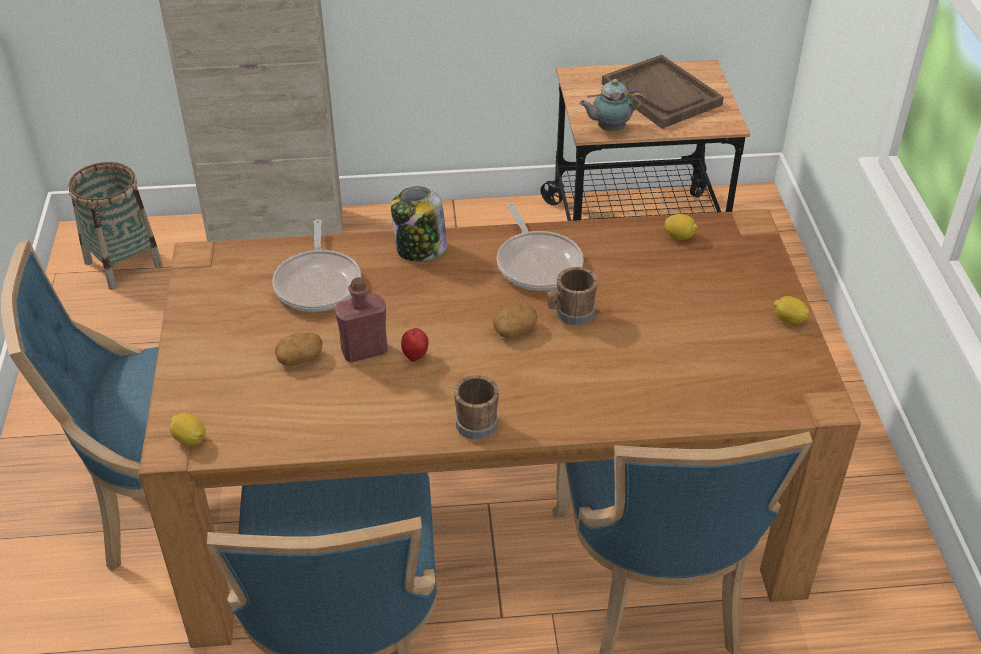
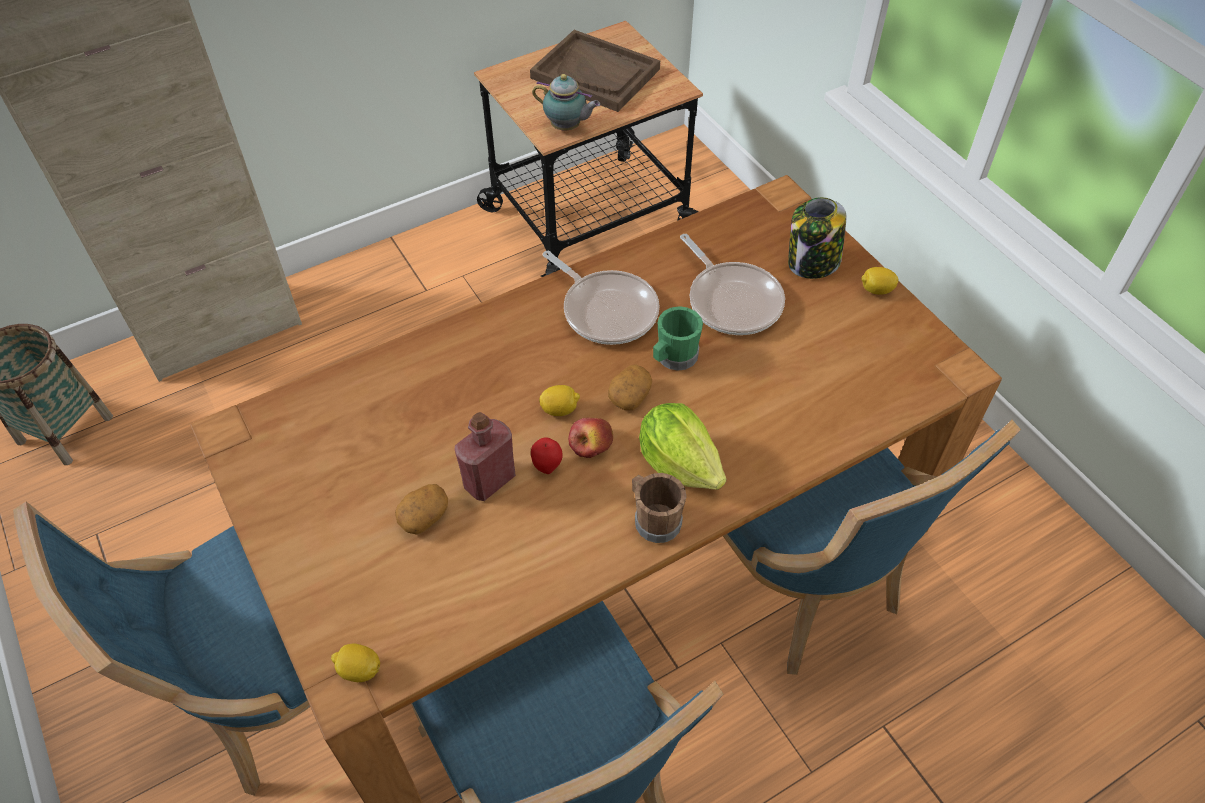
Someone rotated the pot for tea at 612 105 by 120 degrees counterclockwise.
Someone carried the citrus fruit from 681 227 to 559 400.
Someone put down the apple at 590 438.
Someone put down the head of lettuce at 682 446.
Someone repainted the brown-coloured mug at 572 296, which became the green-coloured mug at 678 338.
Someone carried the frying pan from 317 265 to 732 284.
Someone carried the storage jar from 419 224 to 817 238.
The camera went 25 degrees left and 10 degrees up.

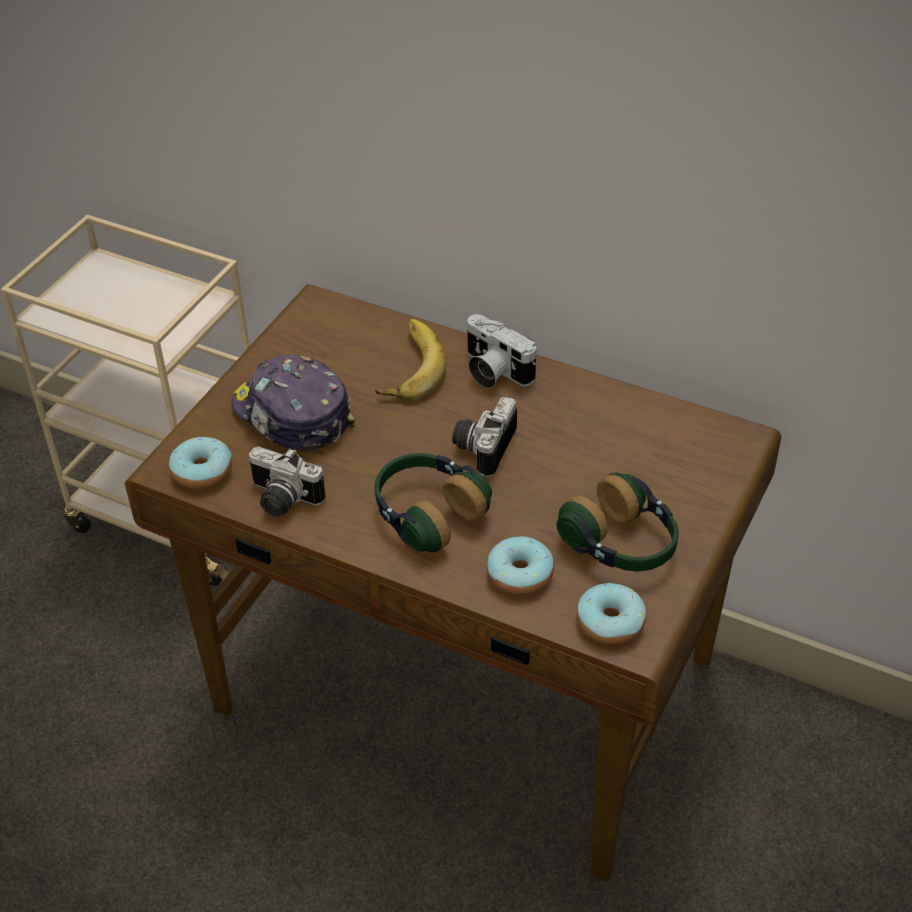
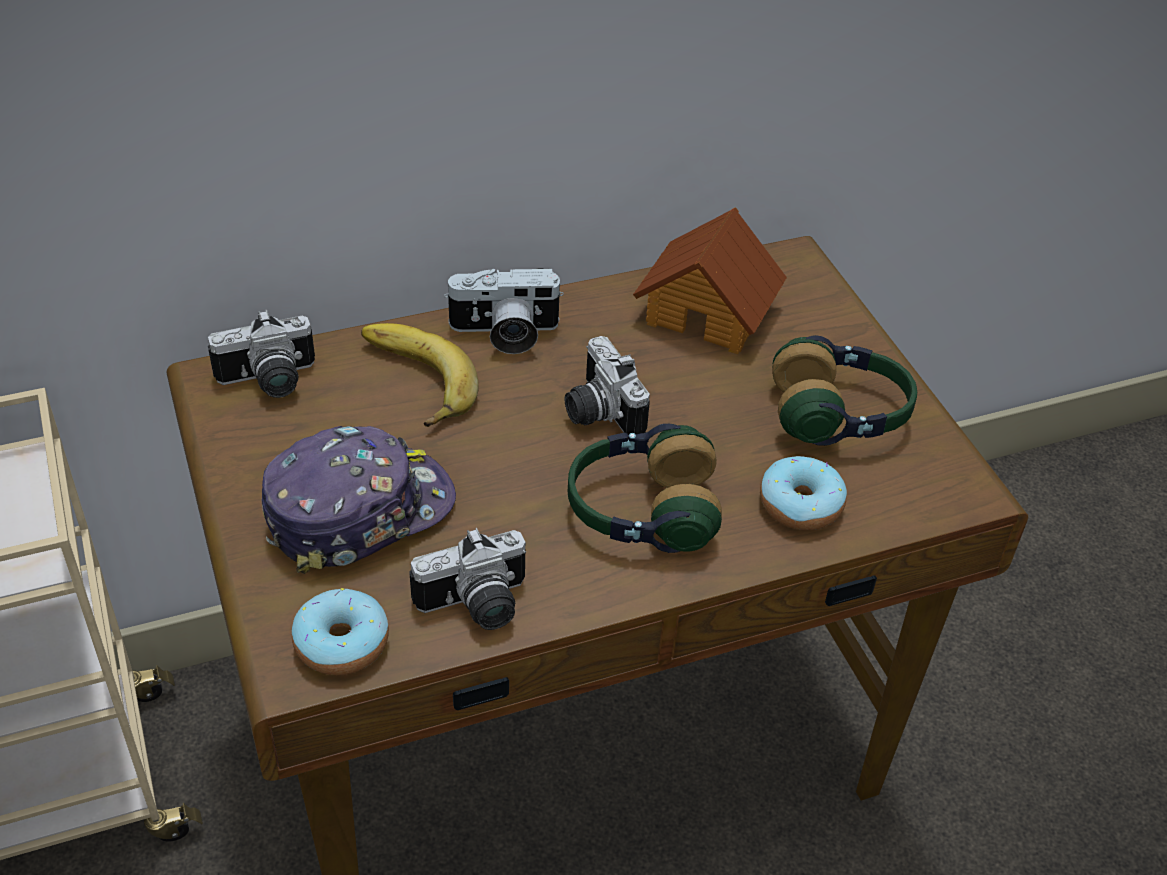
Someone put down the still camera at 261 354.
Someone rotated the baseball cap at 293 402 by 150 degrees clockwise.
Someone put down the model house at 710 280.
Someone took away the donut at 611 614.
The camera went 50 degrees left and 0 degrees up.

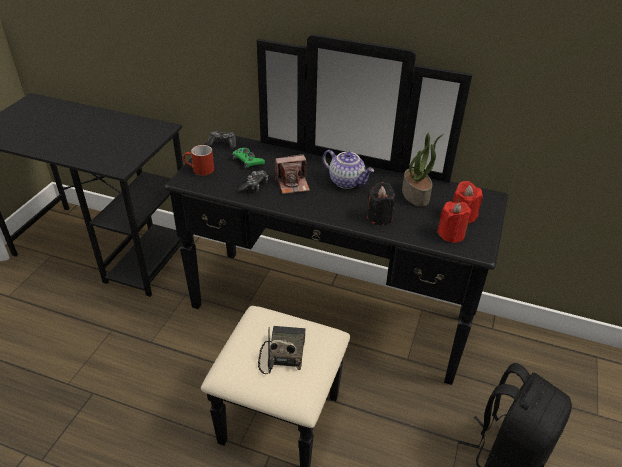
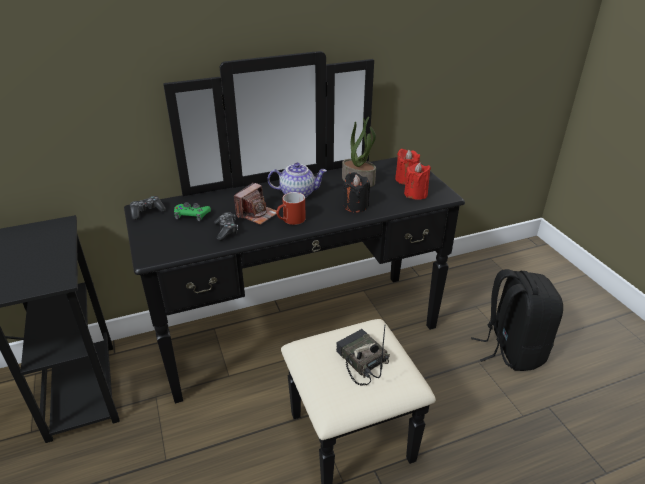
Someone carried the red-coloured mug from 198 160 to 291 208.
The camera went 40 degrees left and 5 degrees down.

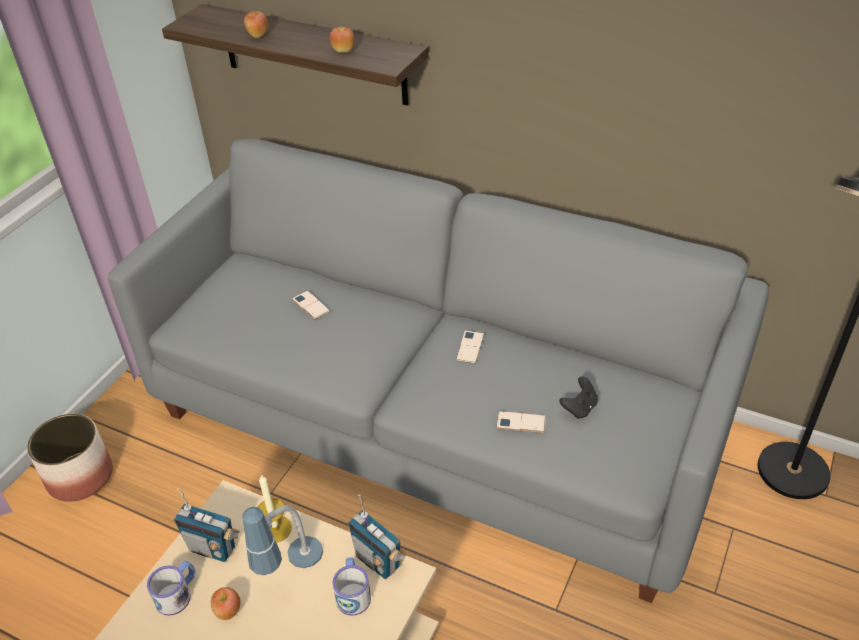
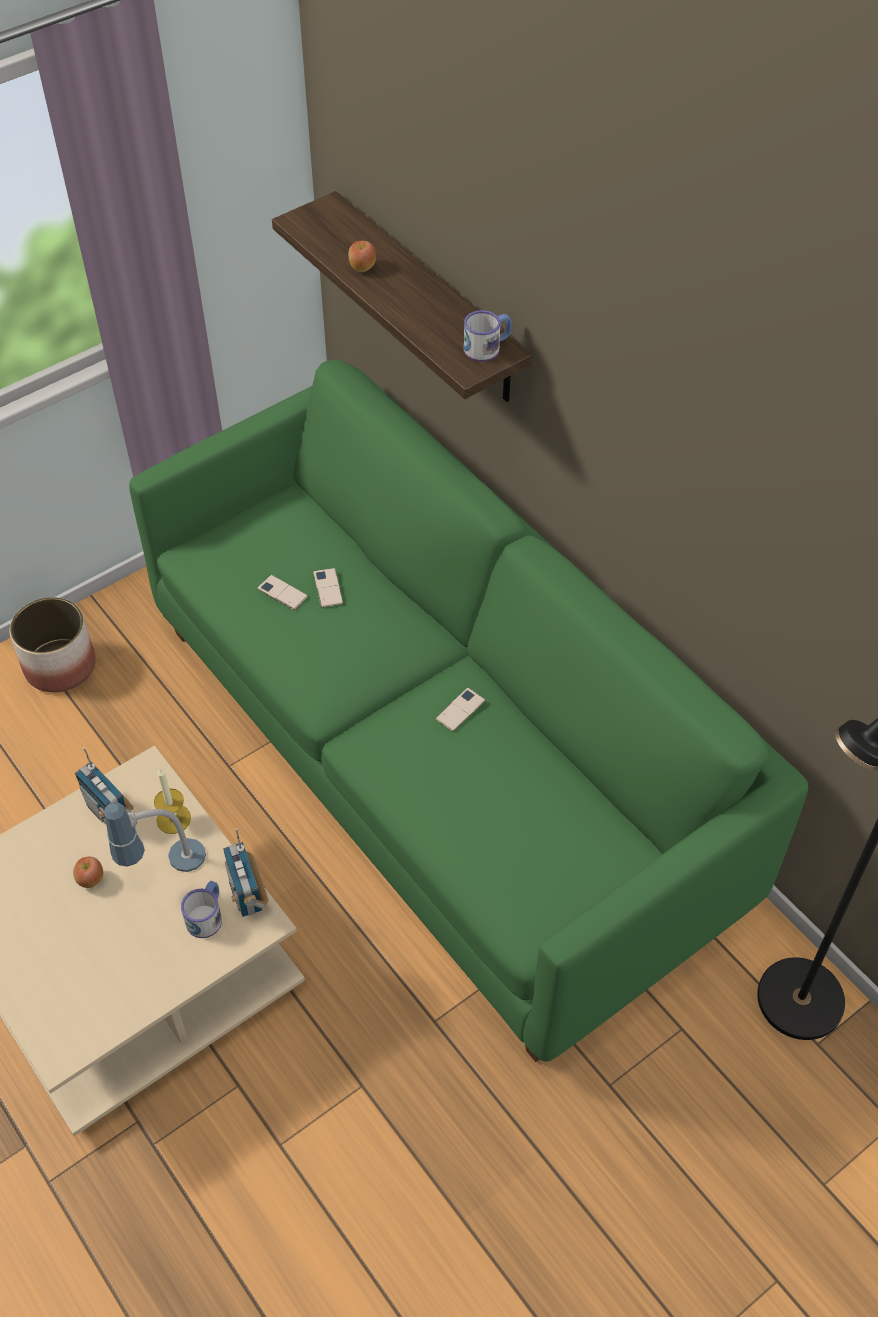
Someone repainted the gray couch at 438 370, which became the green-coloured couch at 468 711.
Someone carried the telephone from 521 422 to 282 592.
Someone carried the mug from 171 588 to 488 336.
Someone took away the apple at 342 40.
Someone took away the blackish game controller at 578 397.
The camera went 25 degrees right and 10 degrees up.

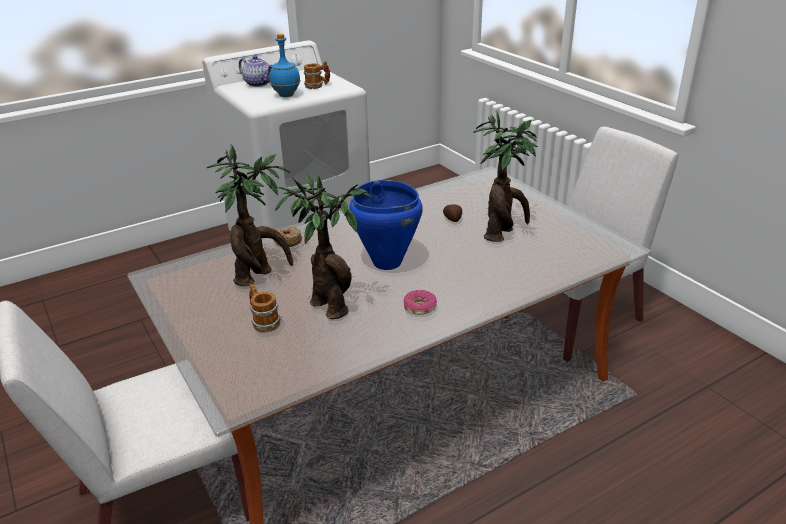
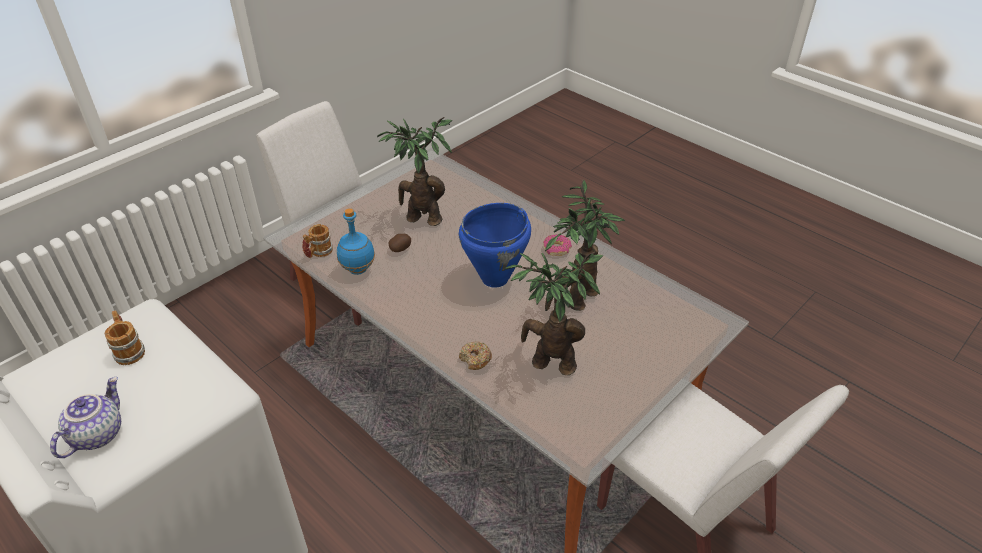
Someone carried the mug from 265 308 to 317 241.
Someone carried the blue-coloured drink bottle from 285 65 to 356 241.
The camera went 105 degrees left and 10 degrees up.

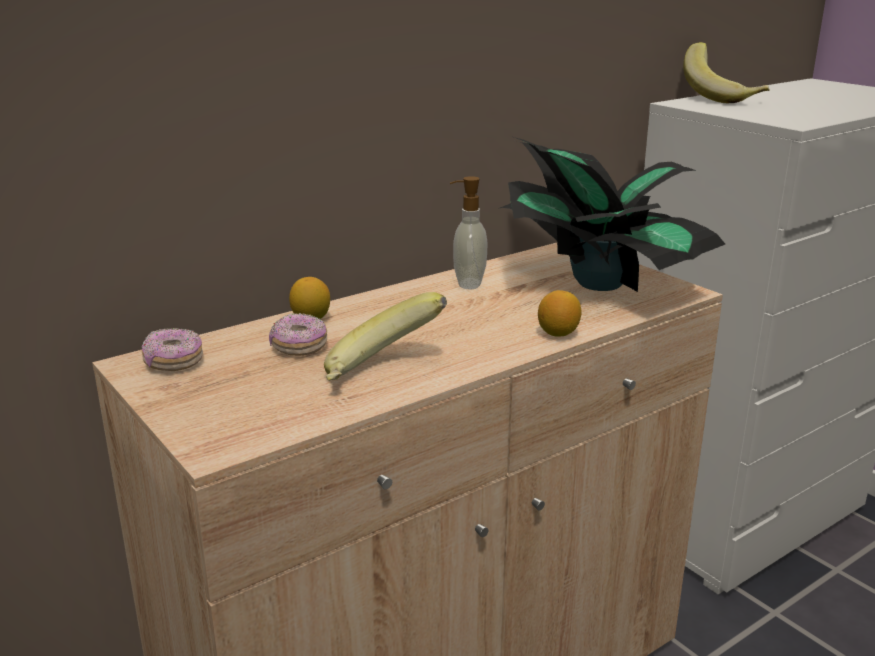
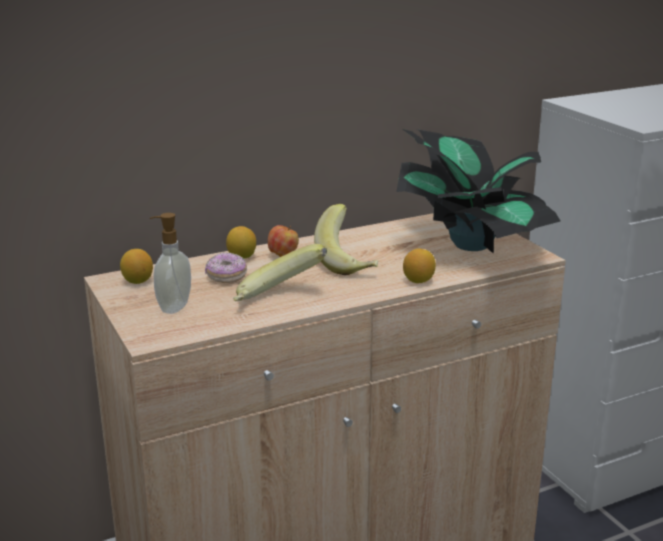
Someone swapped the donut at 172 349 for the citrus fruit at 136 266.
Someone carried the liquid soap bottle from 468 232 to 170 263.
Someone put down the apple at 283 241.
Someone carried the banana fruit from 726 72 to 346 239.
The camera went 10 degrees right and 0 degrees up.

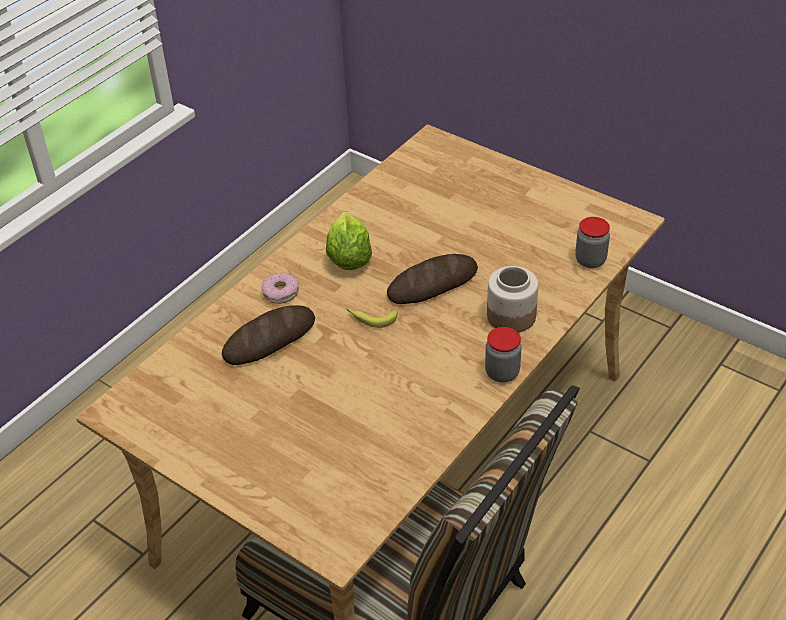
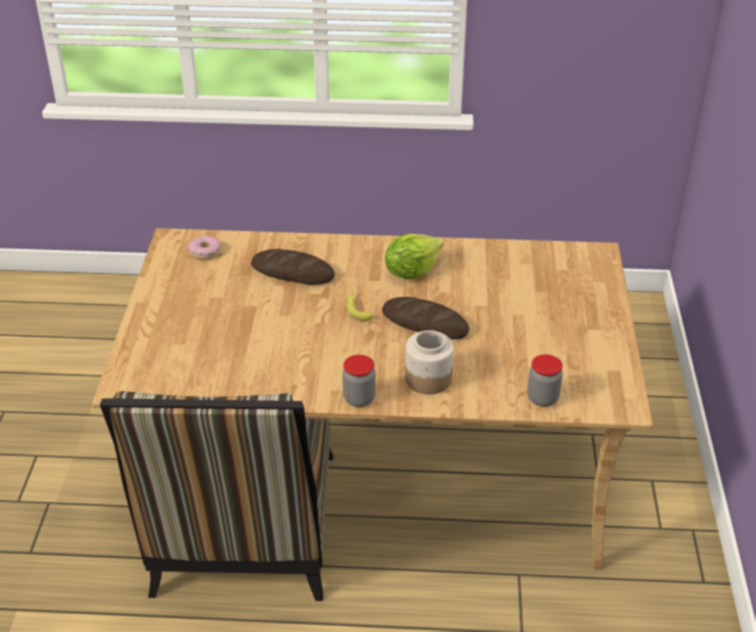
Someone carried the donut from 280 288 to 204 247.
The camera went 55 degrees right and 5 degrees down.

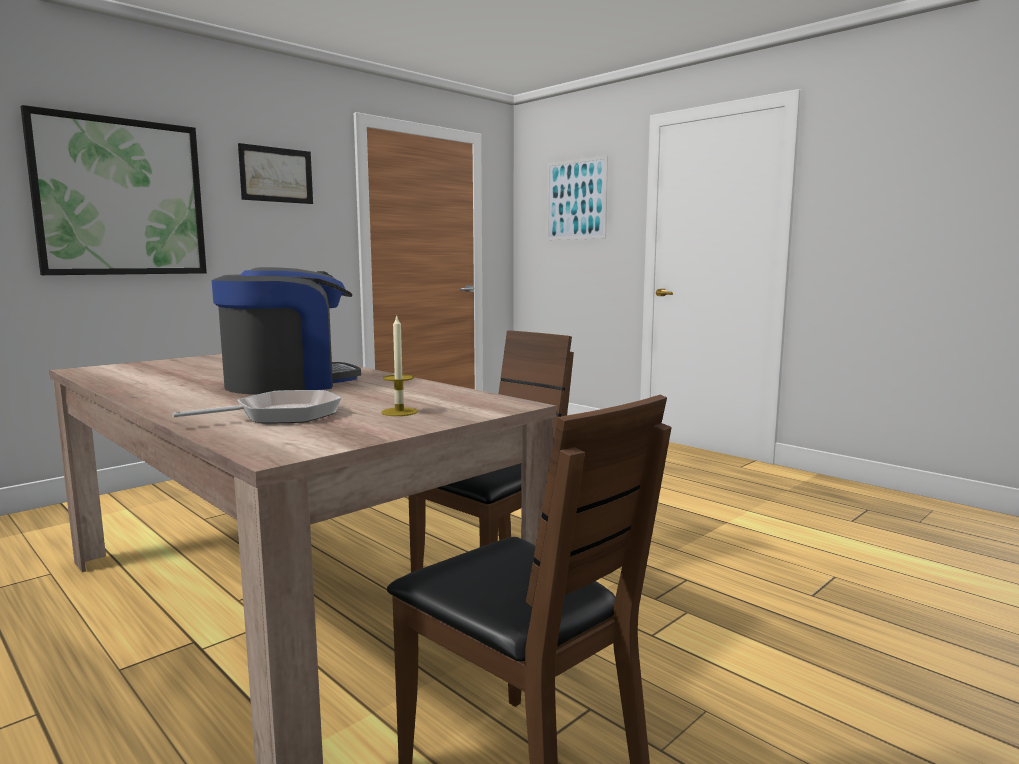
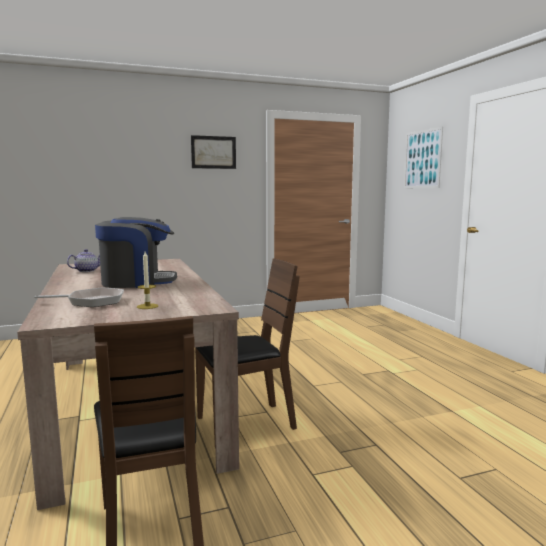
Someone put down the pot for tea at 83 260.
Someone took away the picture at 113 190.
The camera went 25 degrees right and 0 degrees up.

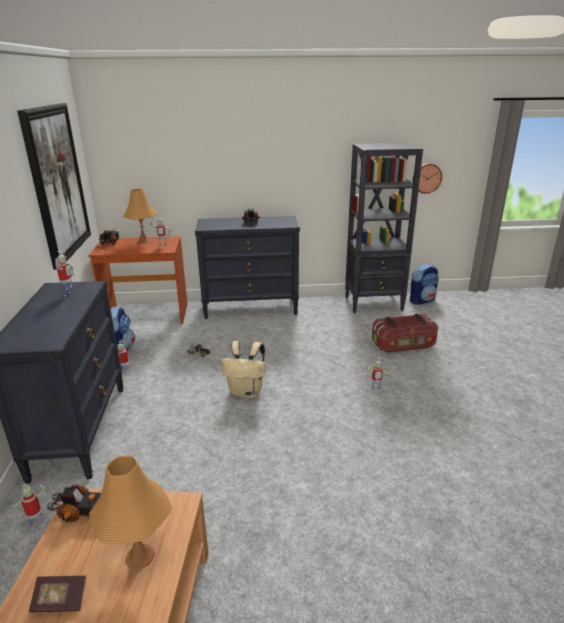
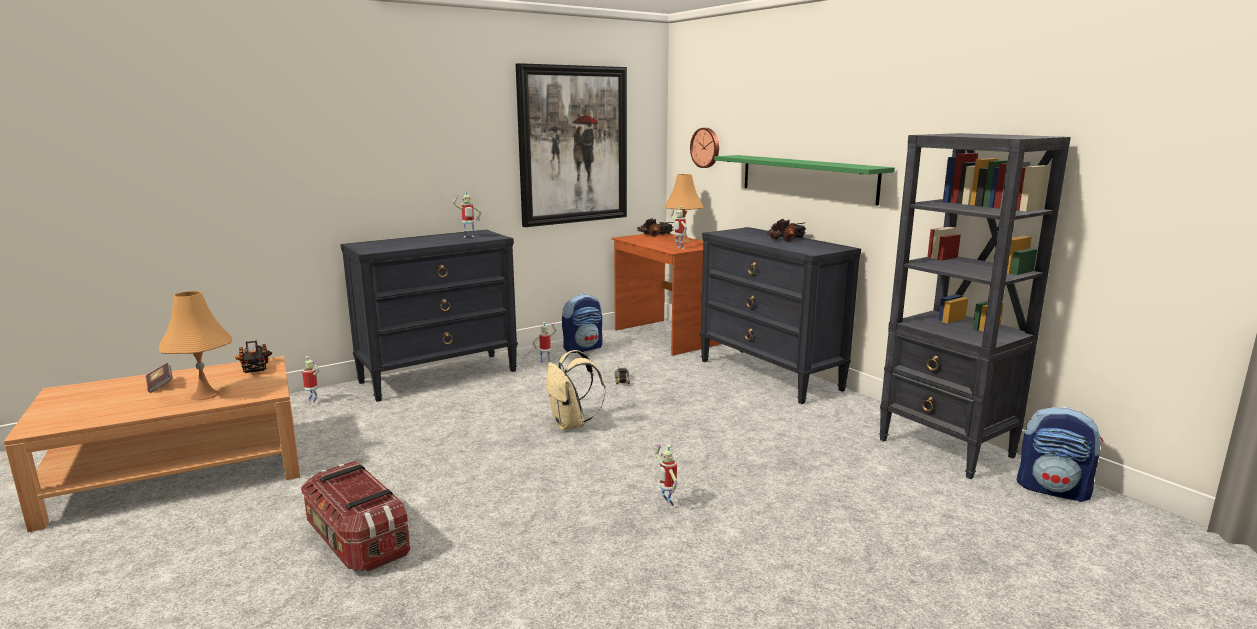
Someone carried the storage bin from 405 333 to 355 516.
Someone carried the wall clock from 427 178 to 704 148.
Someone put up the green-coloured wall shelf at 804 180.
The camera went 60 degrees right and 10 degrees down.

